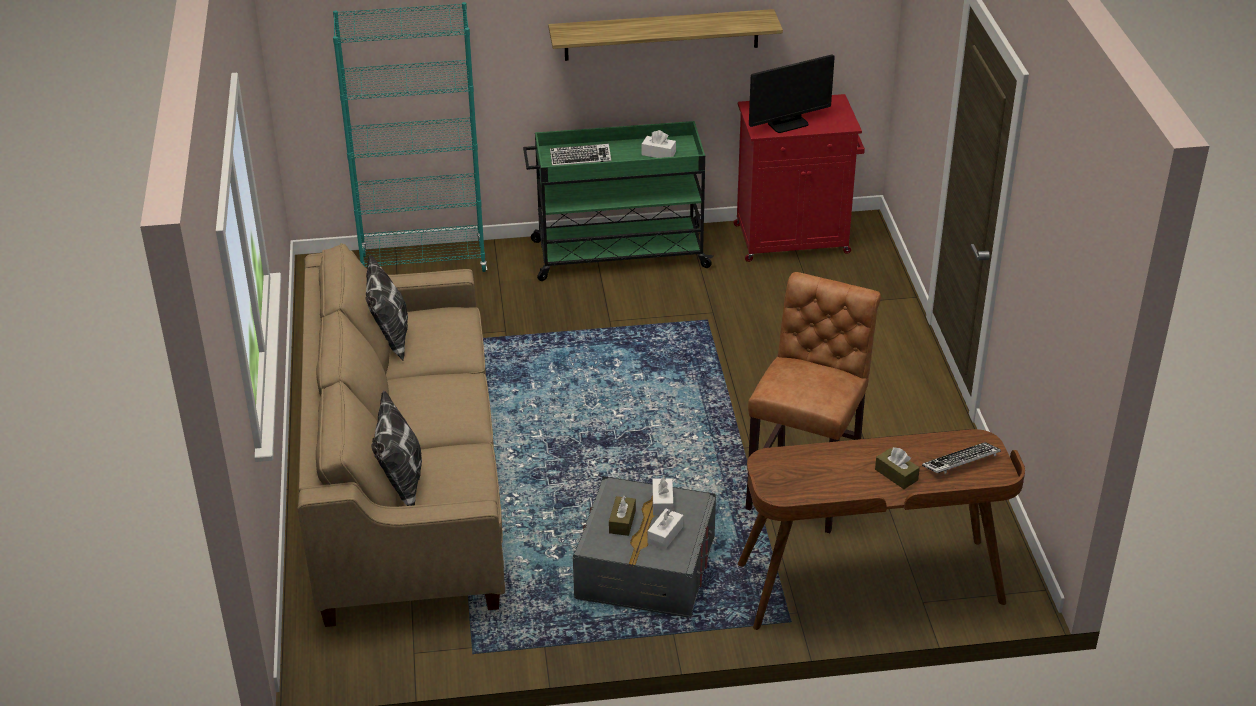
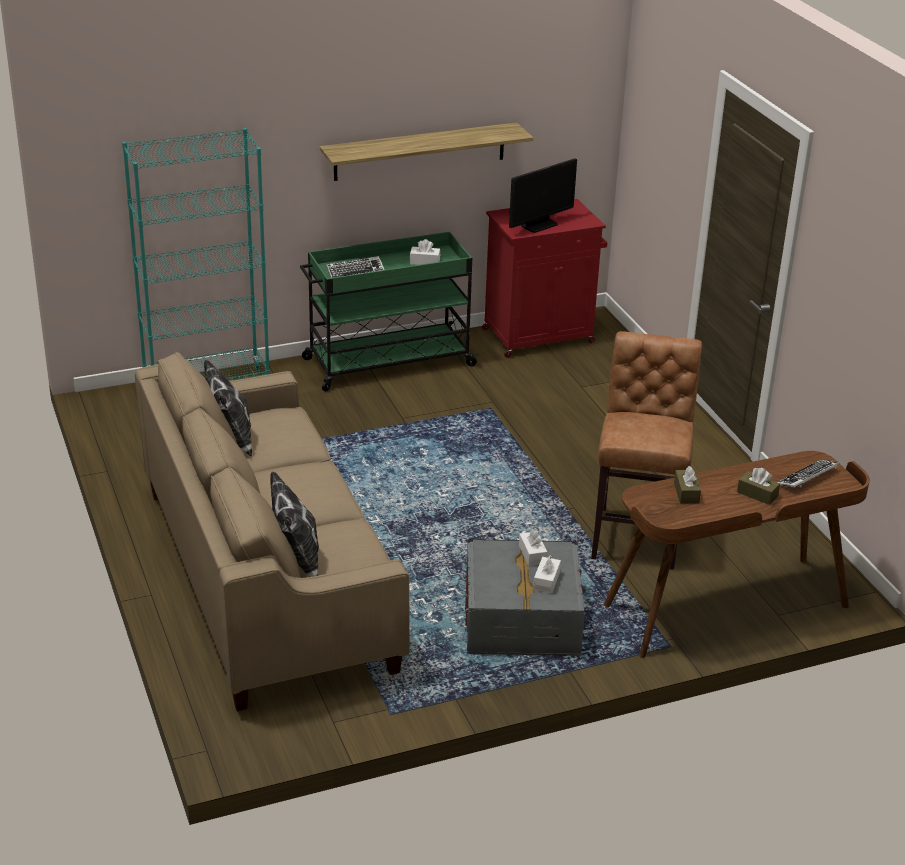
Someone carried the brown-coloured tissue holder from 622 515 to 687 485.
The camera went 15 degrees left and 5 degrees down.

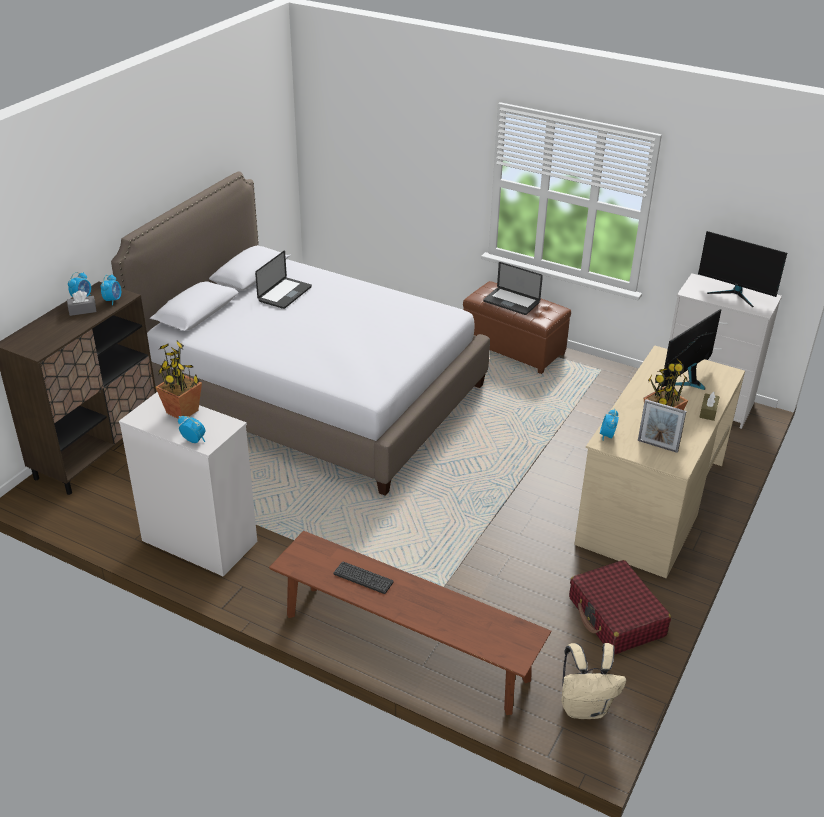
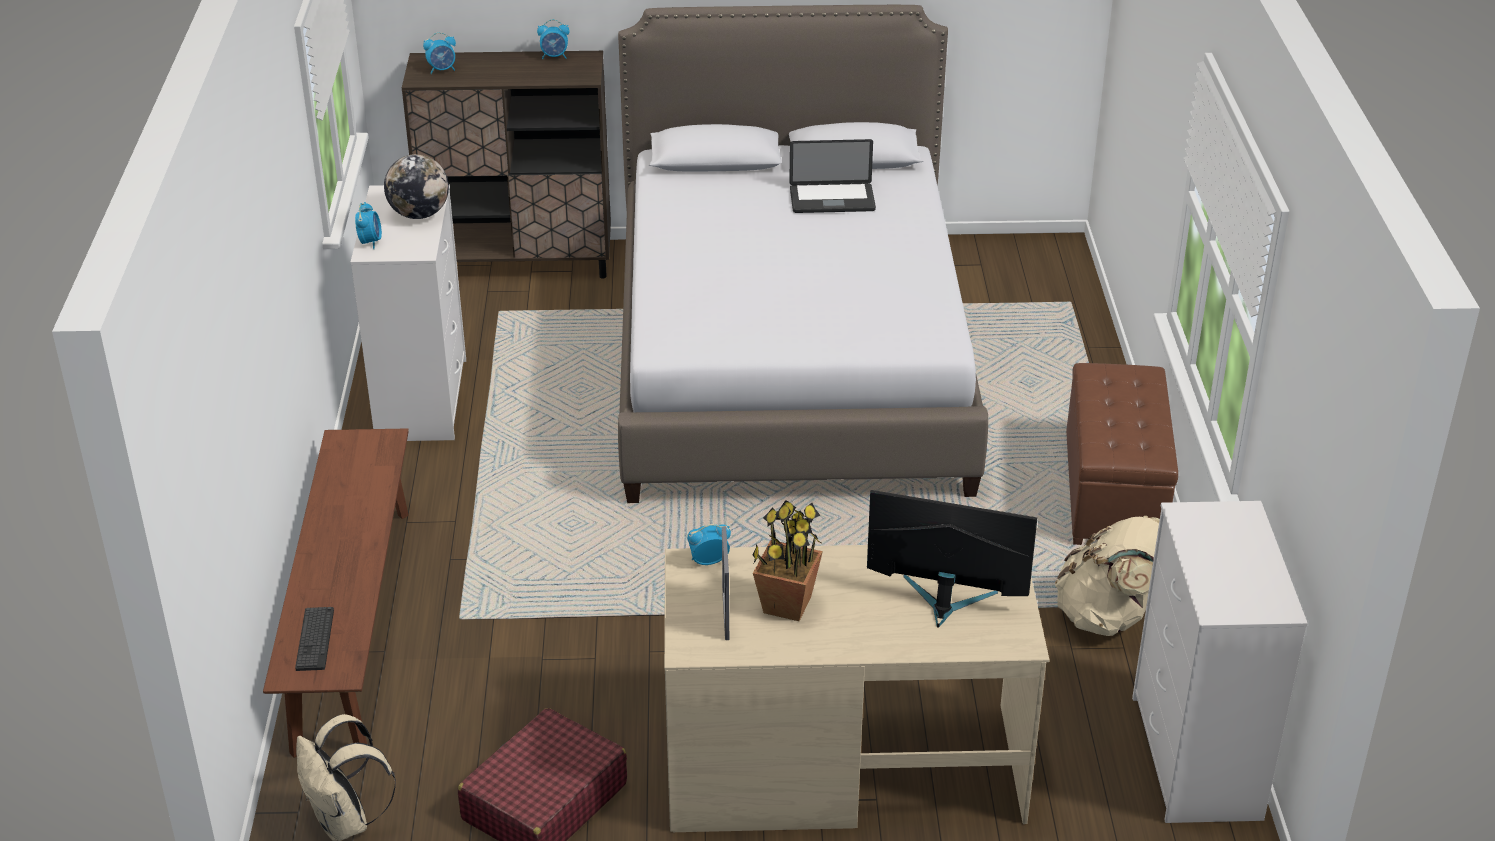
Someone carried the keyboard from 363 578 to 314 639.
Someone swapped the plant in a pot at 178 380 for the globe at 416 186.
Someone carried the alarm clock from 111 289 to 439 53.
Someone put down the beige-coloured knapsack at 1107 576.
Someone took away the gray tissue holder at 82 303.
Someone took away the laptop at 513 288.
Someone took away the computer display at 742 269.
Someone took away the brown-coloured tissue holder at 709 406.
The camera went 60 degrees right and 0 degrees up.

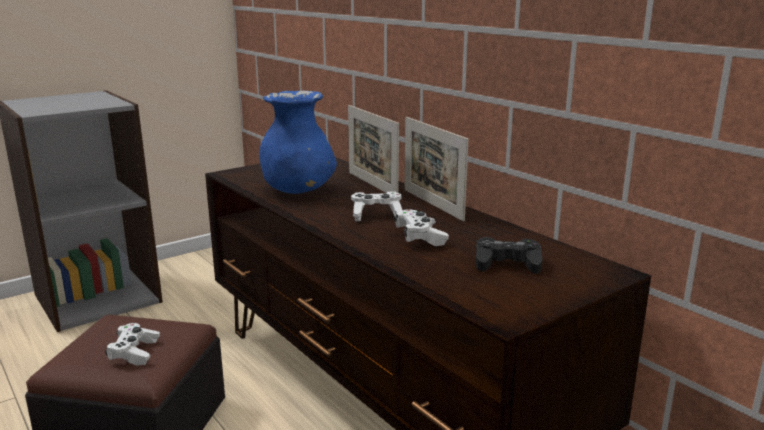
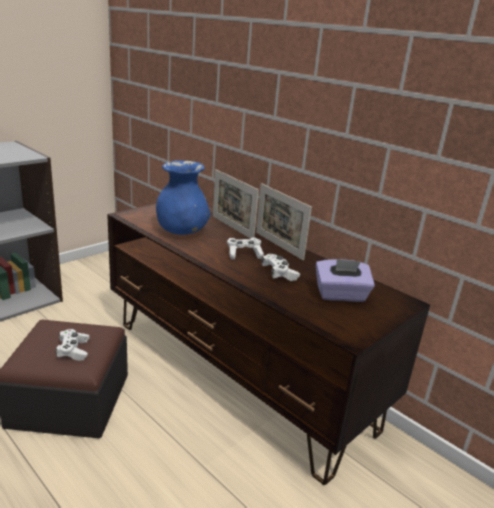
Someone swapped the blackish game controller at 509 255 for the purplish tissue holder at 345 280.
The camera went 10 degrees left and 5 degrees up.

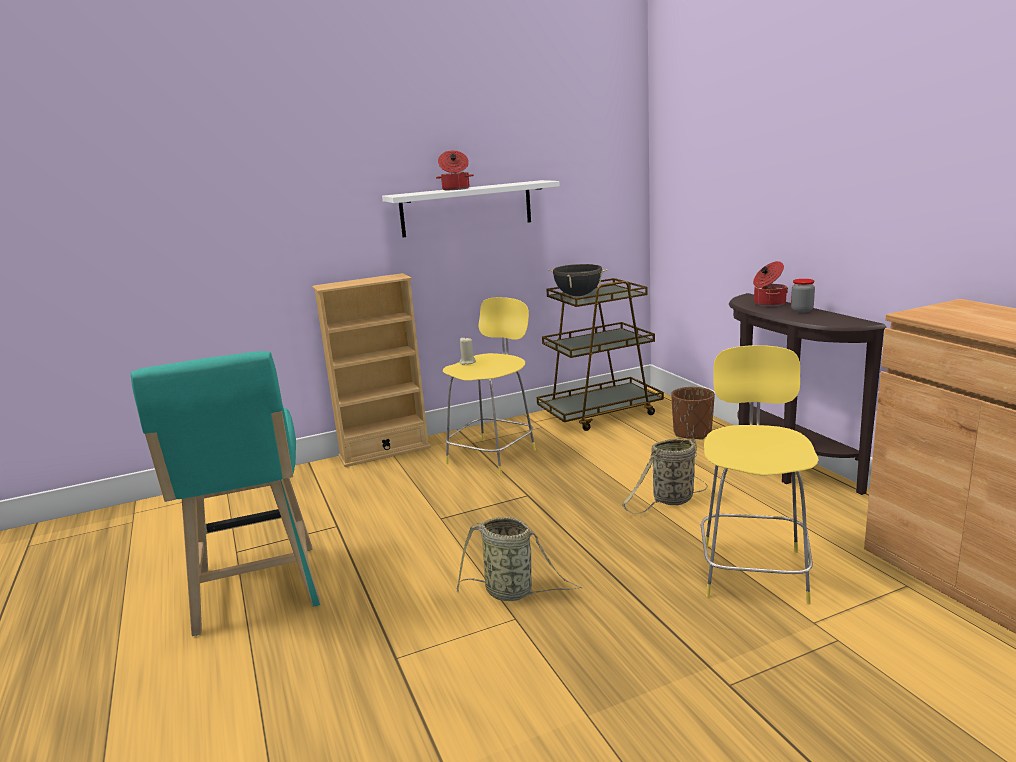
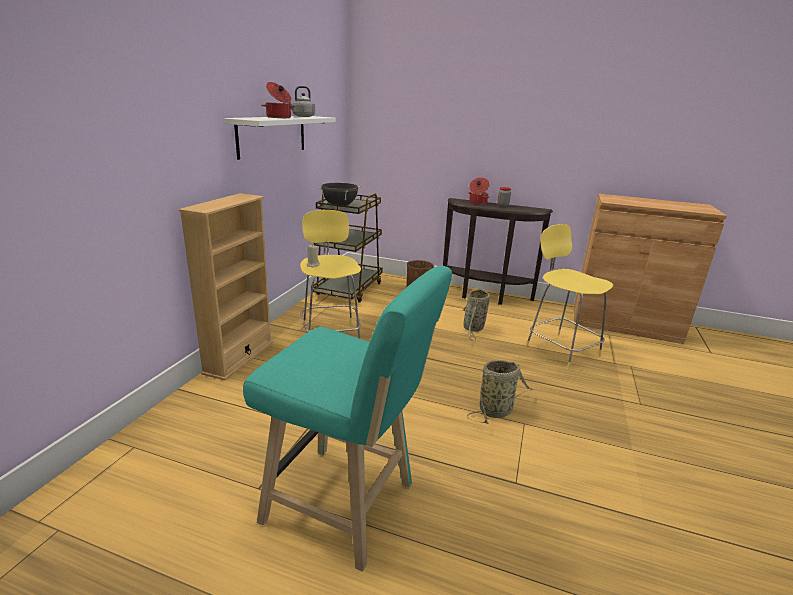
Someone put down the gray kettle at 302 101.
The camera went 50 degrees left and 5 degrees up.

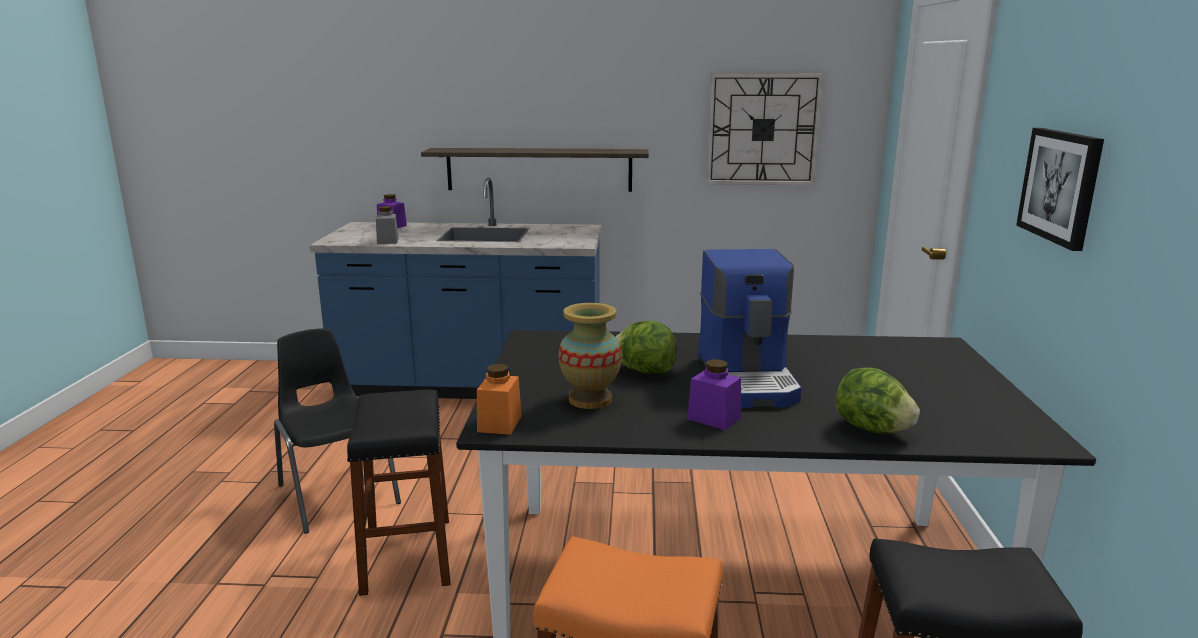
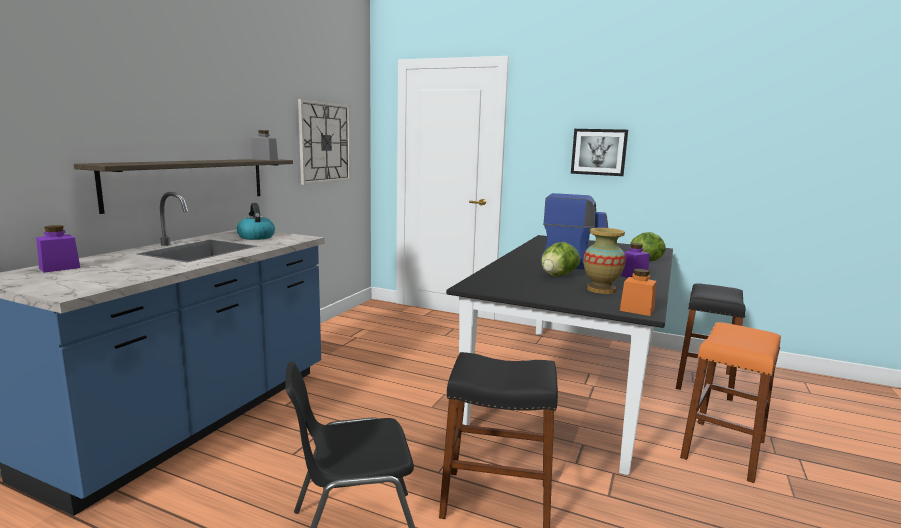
Someone put down the kettle at 256 221.
Someone carried the gray storage jar from 387 225 to 264 145.
The camera went 70 degrees left and 5 degrees down.

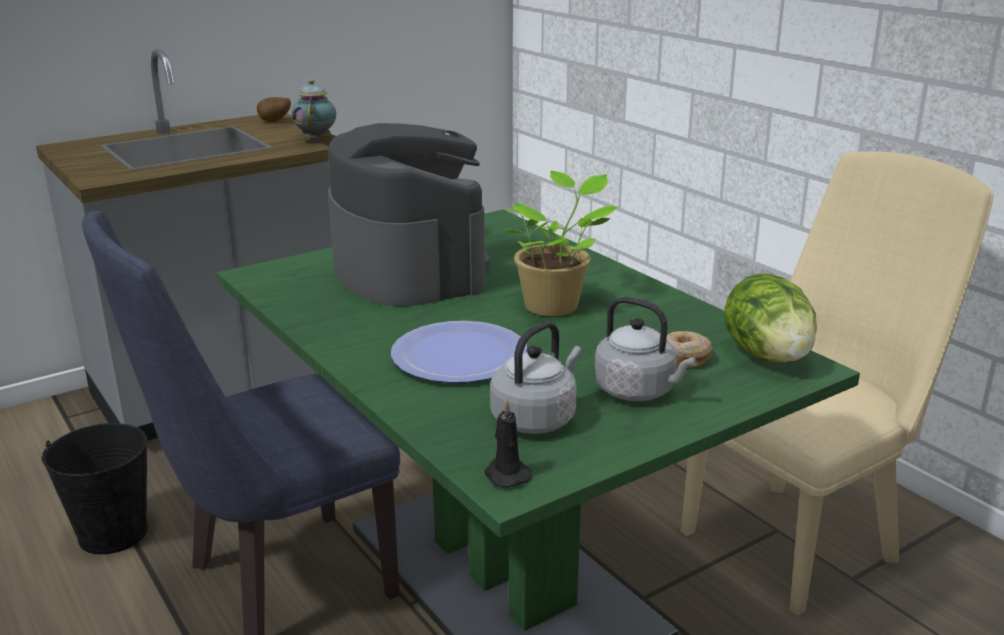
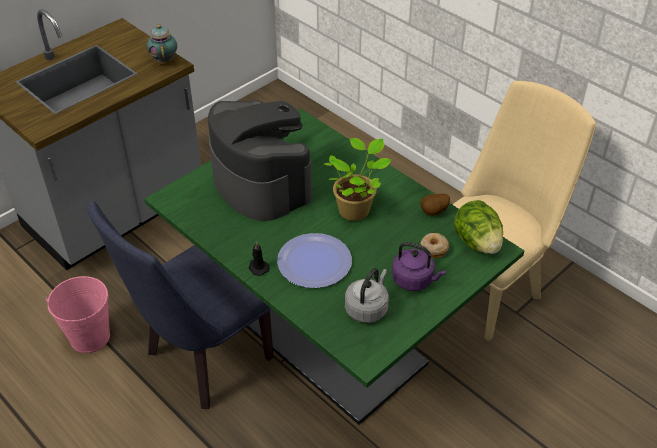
Someone repainted the blackish bucket at 95 488, which became the pink-coloured bucket at 78 314.
Someone carried the blackish wax candle from 508 444 to 259 258.
Someone repainted the gray kettle at 645 349, which became the purplish kettle at 419 266.
Someone carried the potato from 274 109 to 435 205.
The camera went 10 degrees left and 20 degrees up.

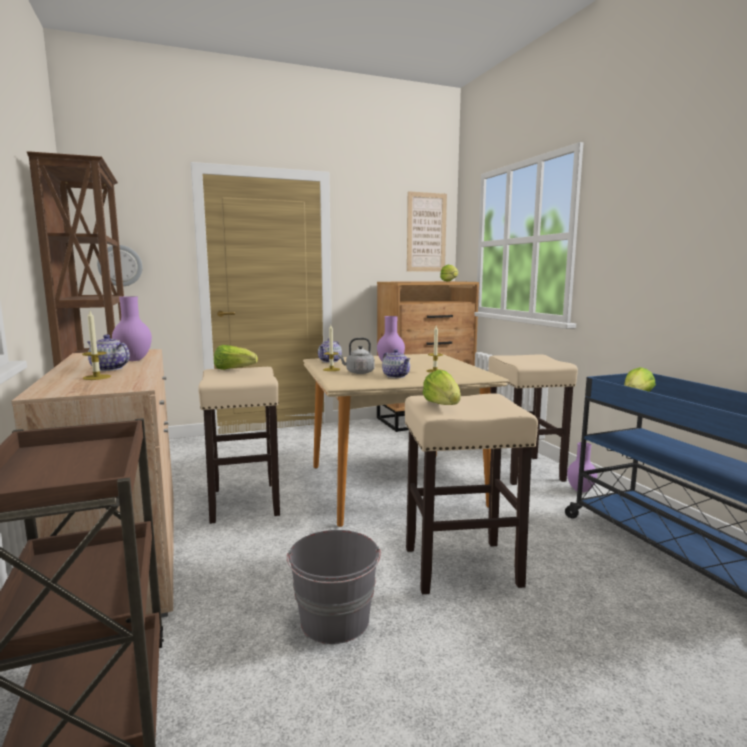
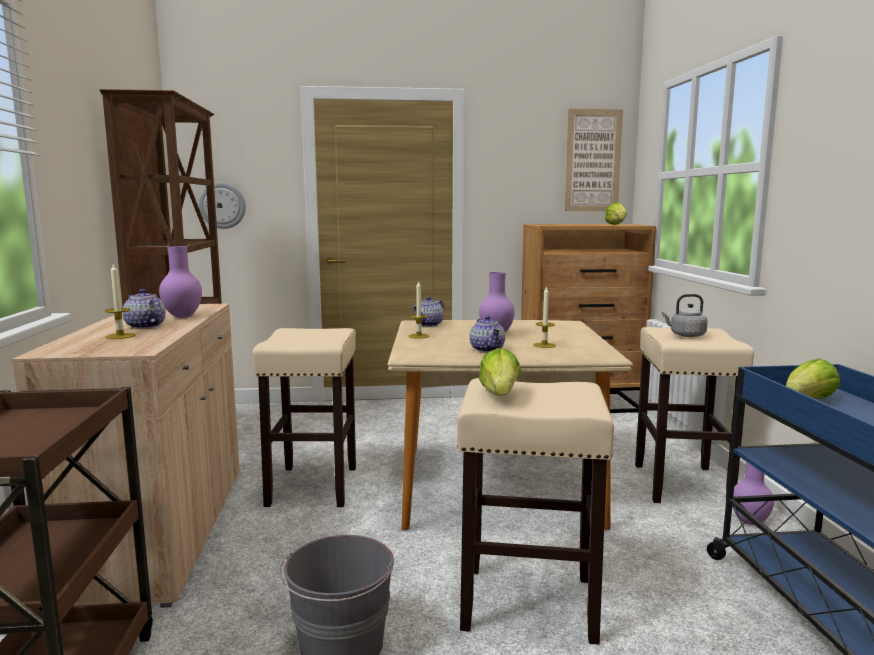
Someone carried the gray kettle from 356 356 to 685 315.
Someone took away the head of lettuce at 236 357.
The camera went 15 degrees right and 0 degrees up.

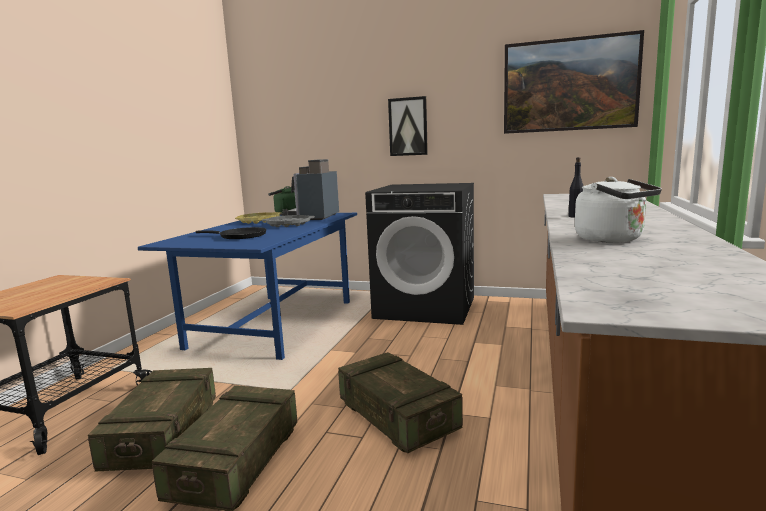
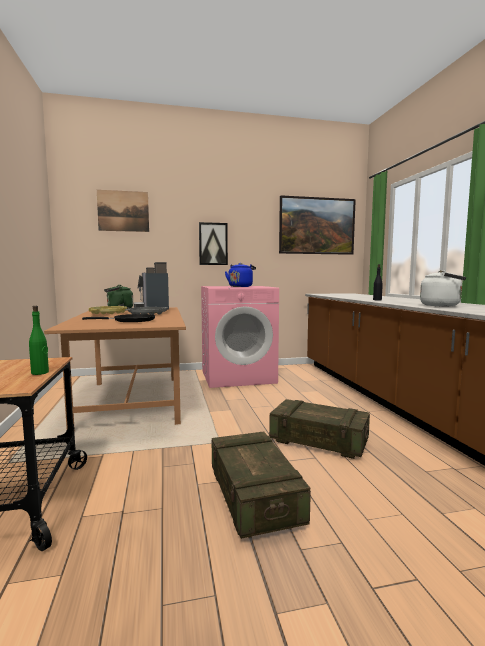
Someone put down the green-coloured drink bottle at 39 340.
Someone repainted the blue-coloured dining table at 247 286, which became the brown-coloured dining table at 115 369.
Someone put up the picture at 123 211.
Someone repainted the blackish washing machine at 419 254, which became the pink-coloured washing machine at 240 337.
Someone put down the blue-coloured kettle at 240 275.
Someone took away the shipping crate at 152 420.
The camera went 30 degrees left and 5 degrees down.

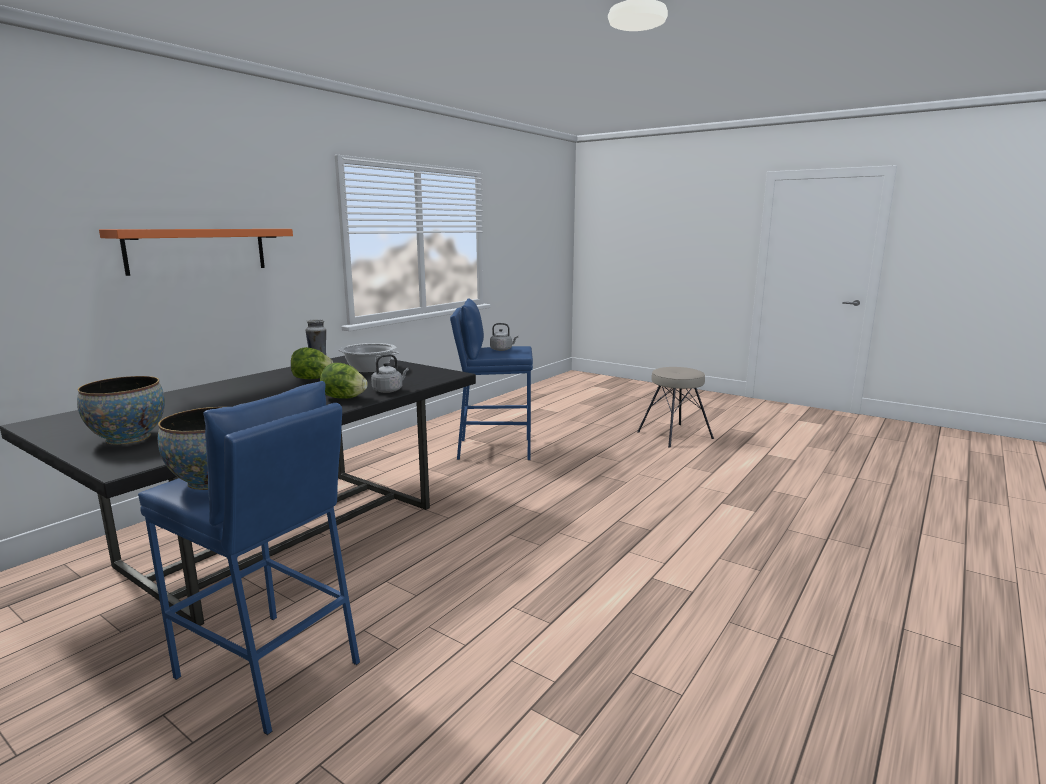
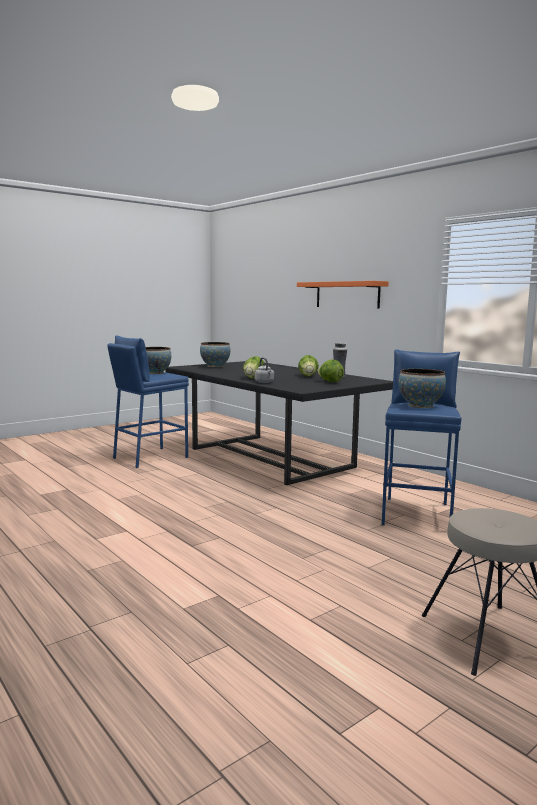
Someone swapped the cooking pot at 368 358 for the head of lettuce at 331 370.
Someone swapped the gray kettle at 504 337 for the bowl at 422 388.
The camera went 105 degrees right and 5 degrees down.

